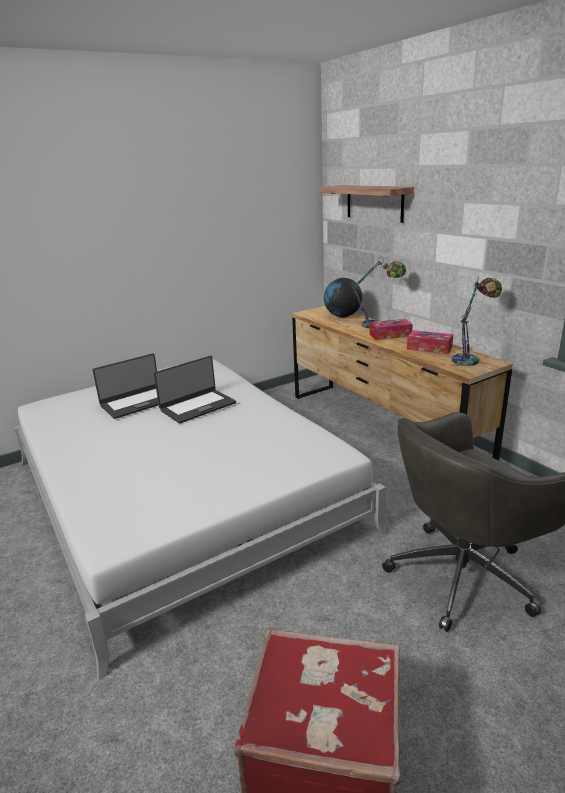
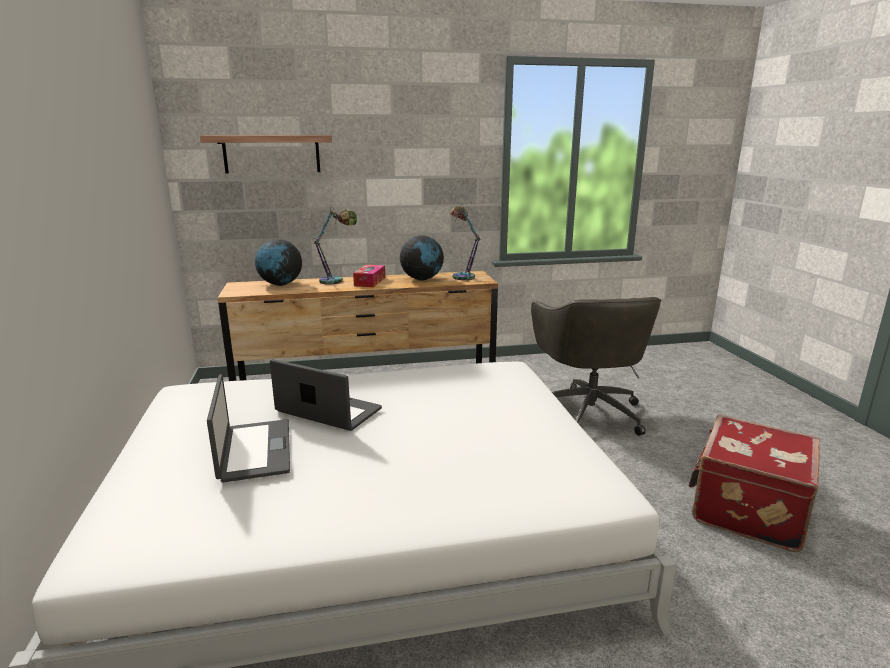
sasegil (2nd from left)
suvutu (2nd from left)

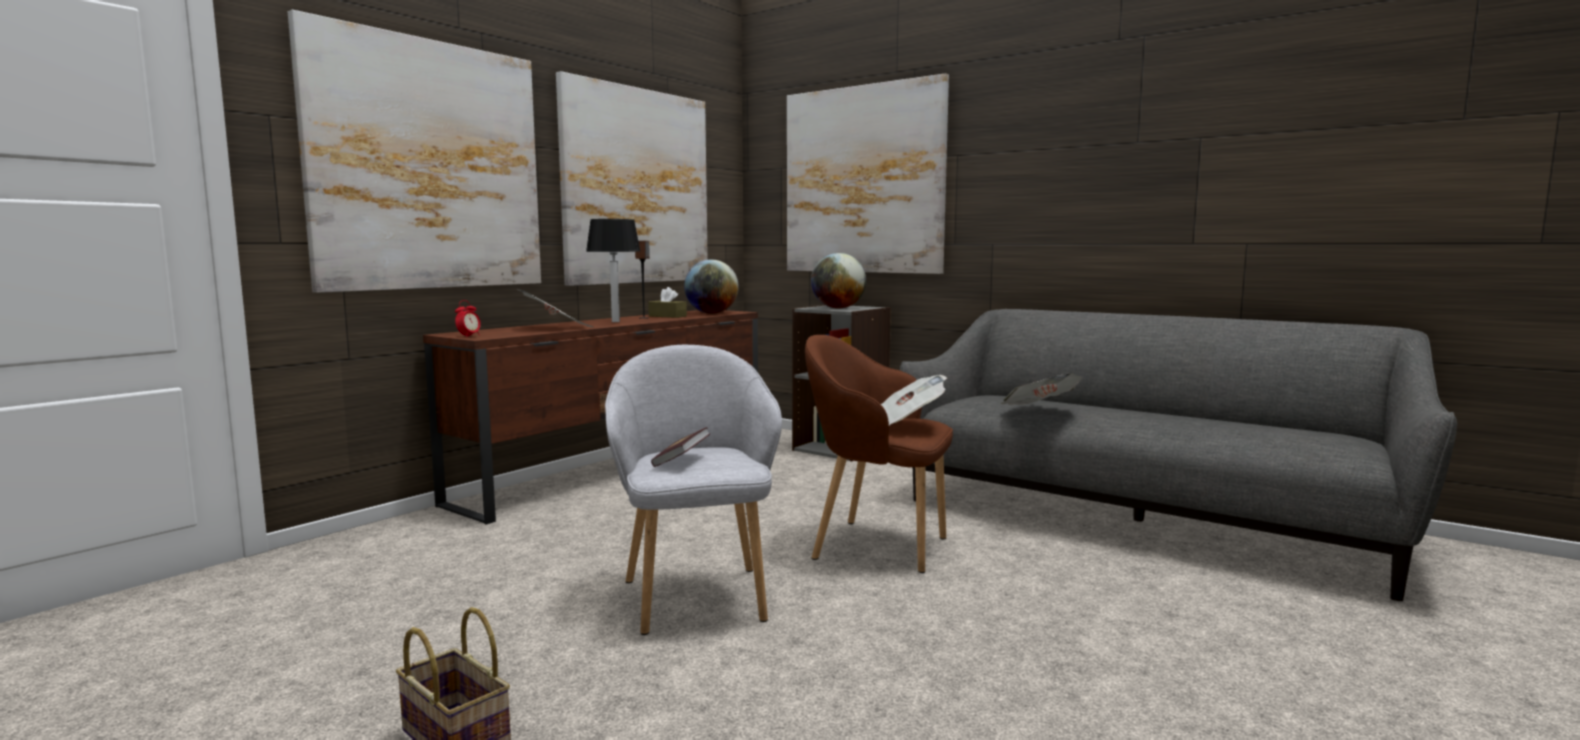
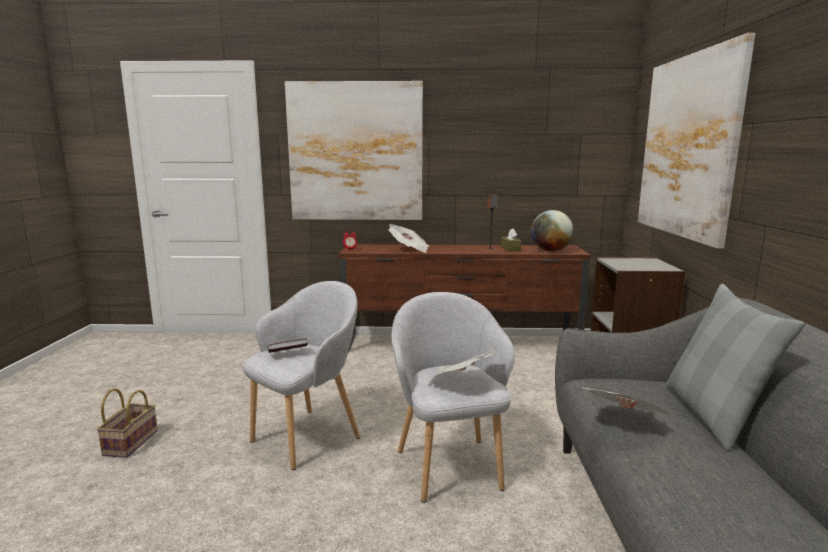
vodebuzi (2nd from left in the first image)
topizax
sasegil (2nd from left in the first image)
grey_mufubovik (2nd from left)
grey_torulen

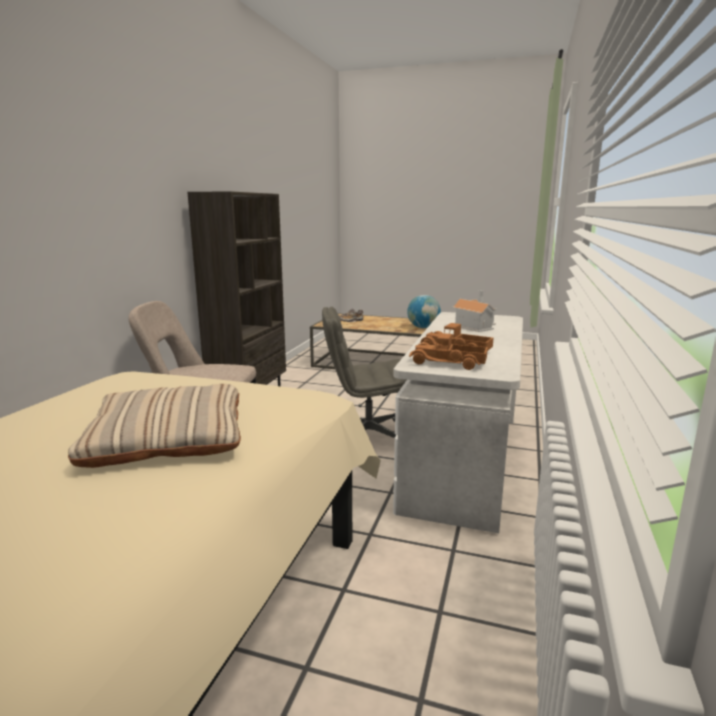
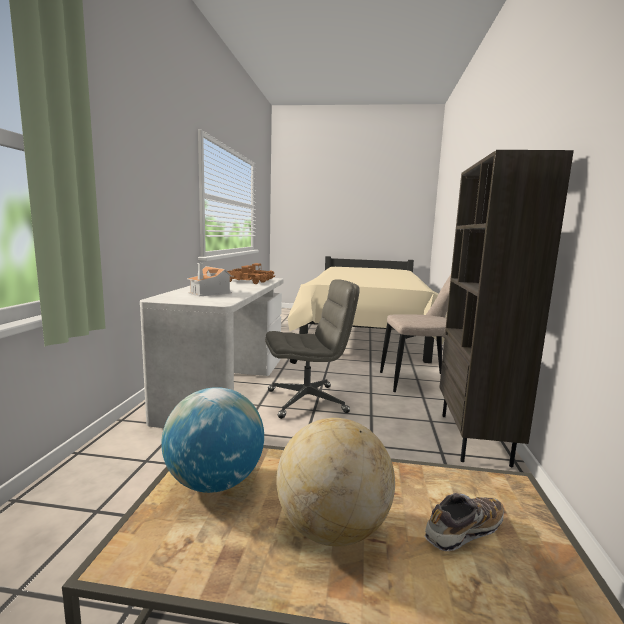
beige_torulen
sasegil (2nd from left)

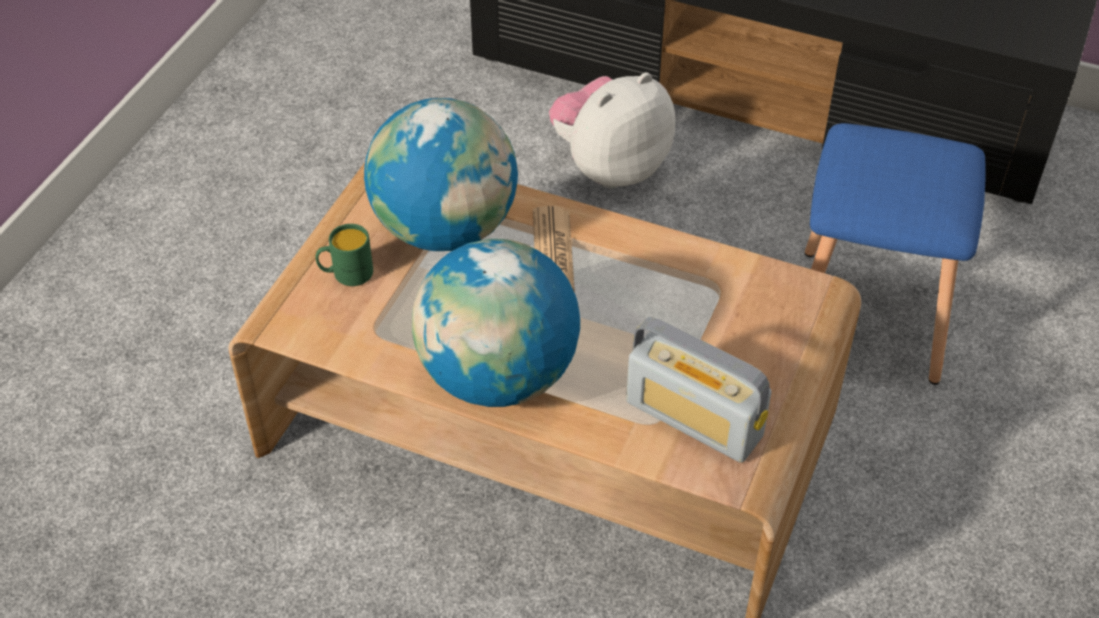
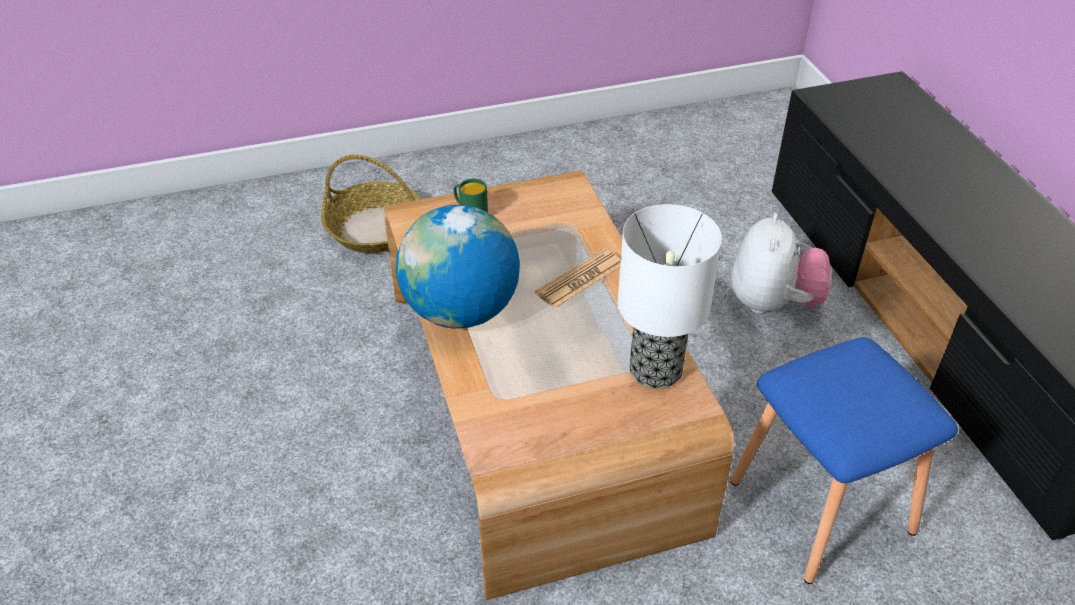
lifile
sasegil (1st from left in the first image)
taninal
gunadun
topizax

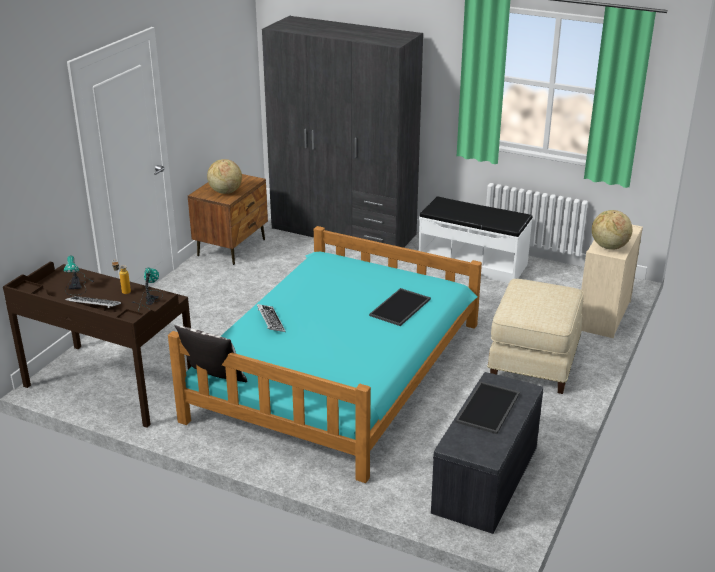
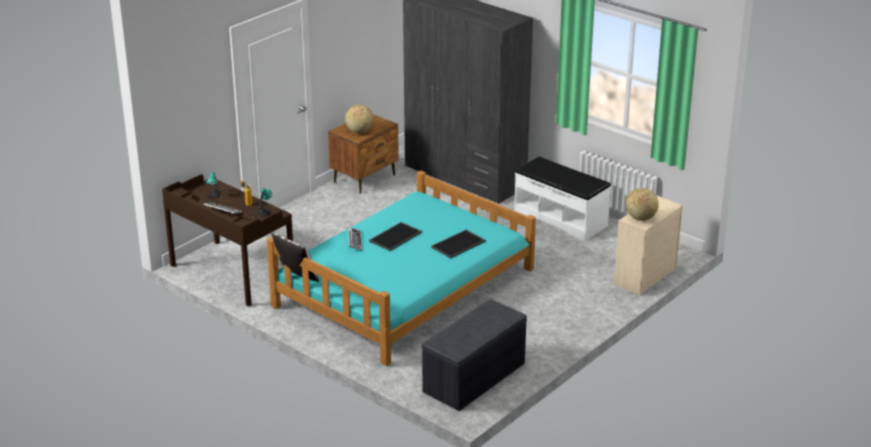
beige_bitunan
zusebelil (1st from left)

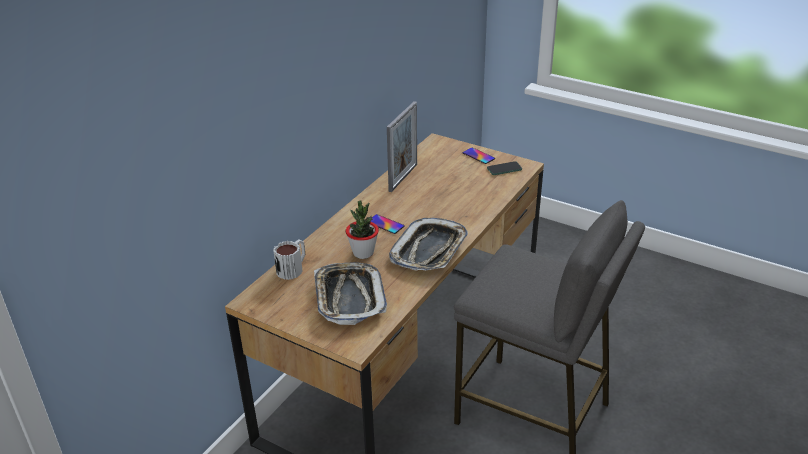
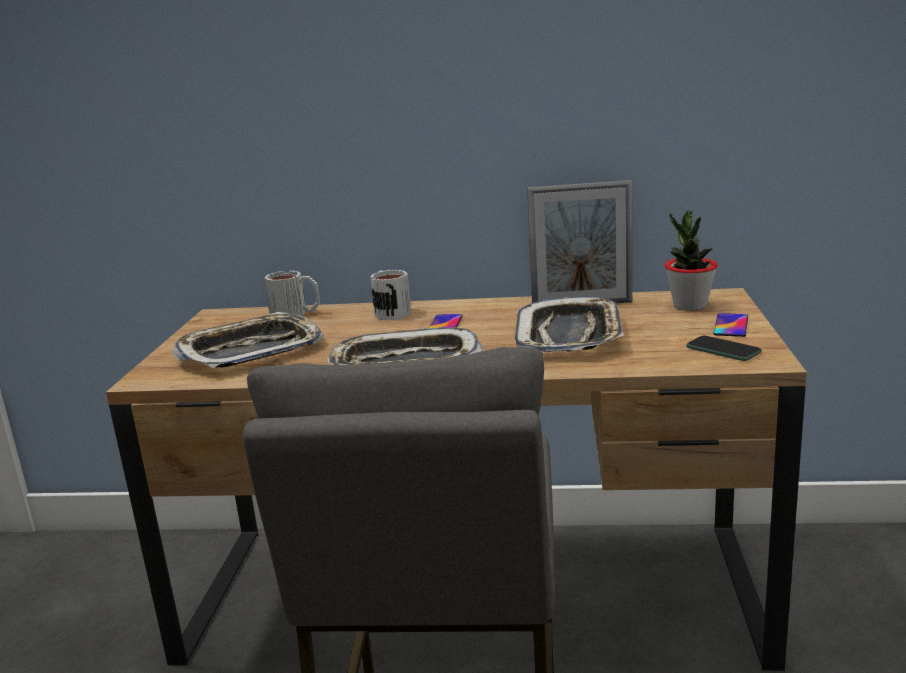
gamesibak
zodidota (2nd from left)
zusebelil (3rd from left)

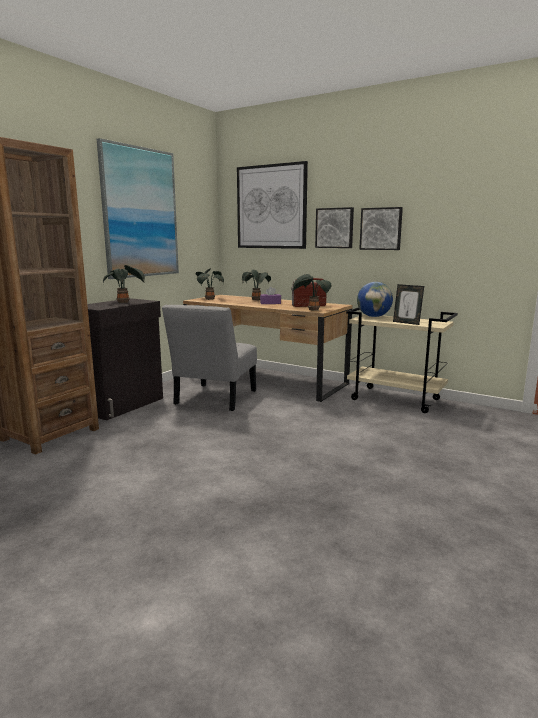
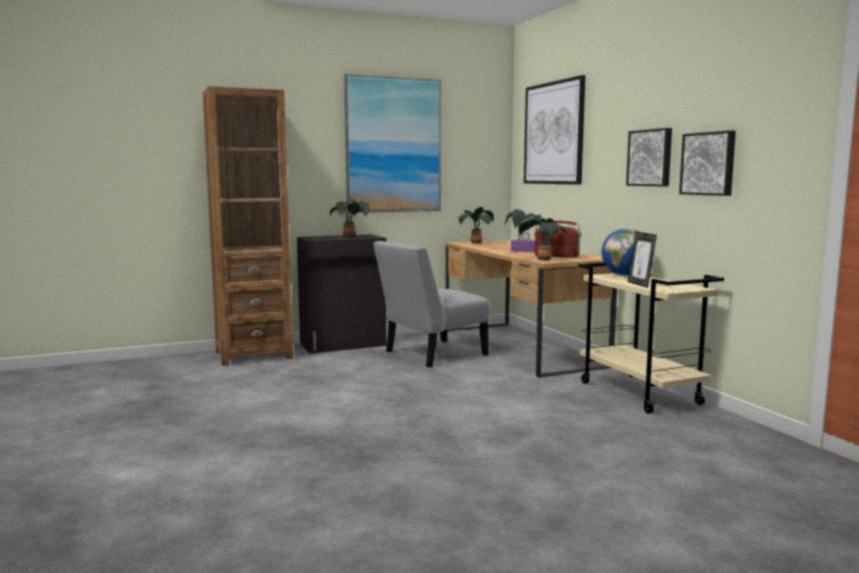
vodebuzi (4th from left)

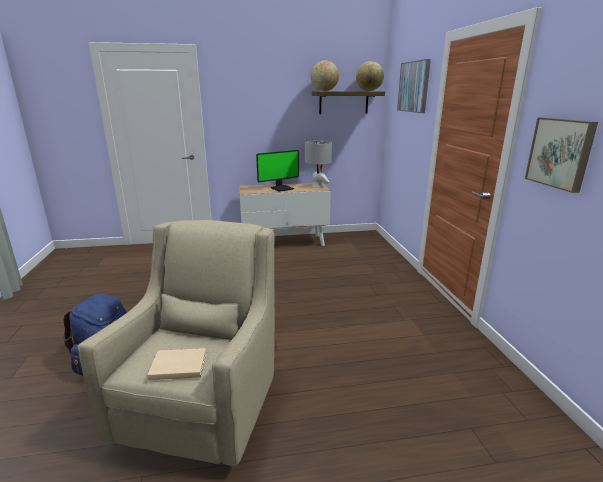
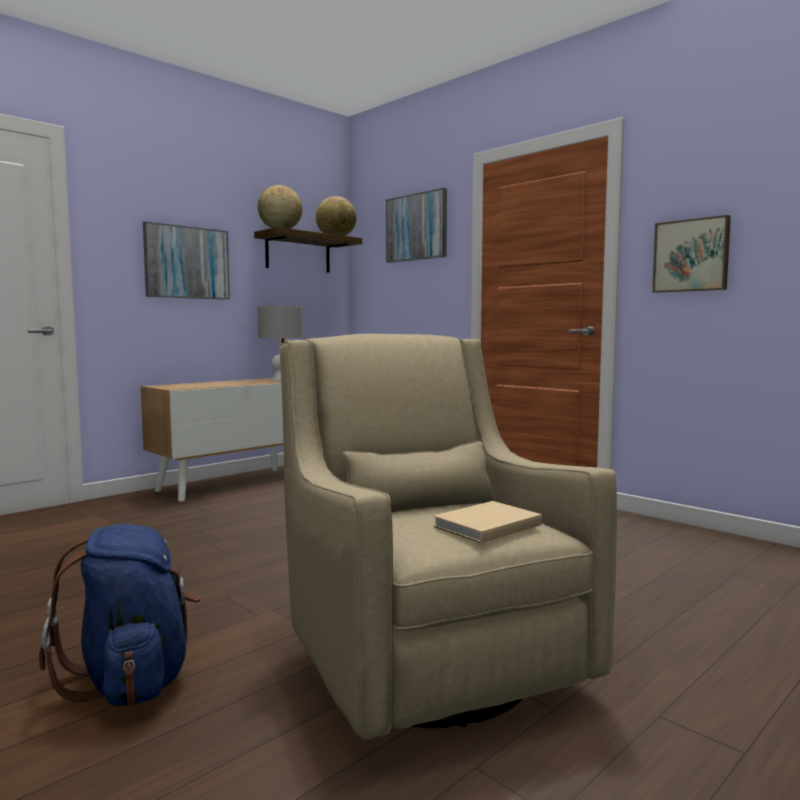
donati
vodebuzi (1st from left)

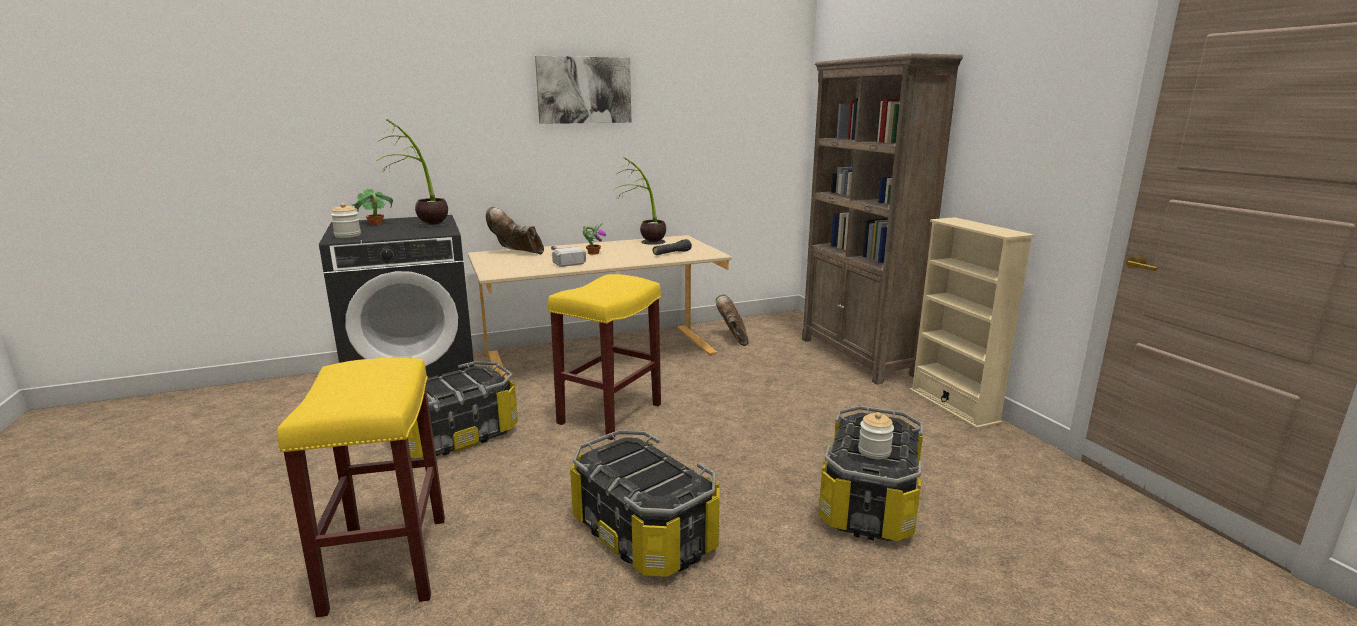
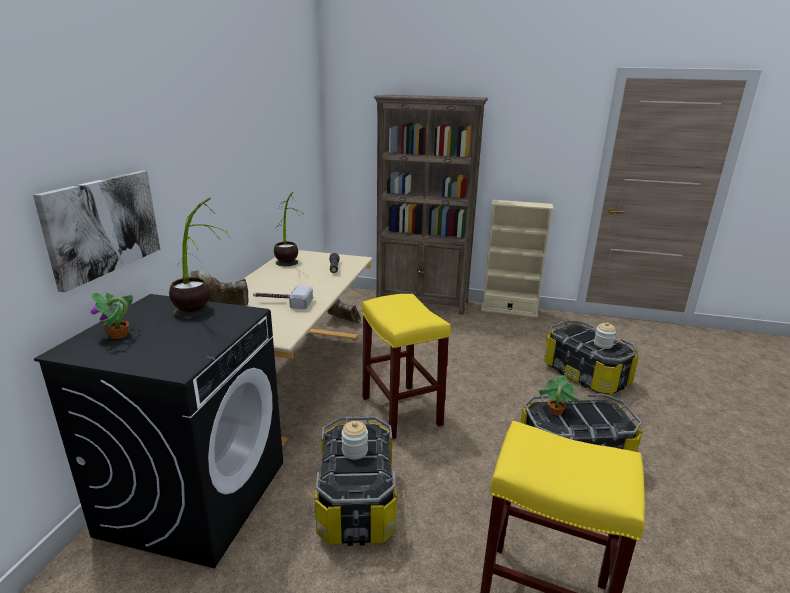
vodebuzi
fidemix (1st from left)
gamesibak (4th from left)

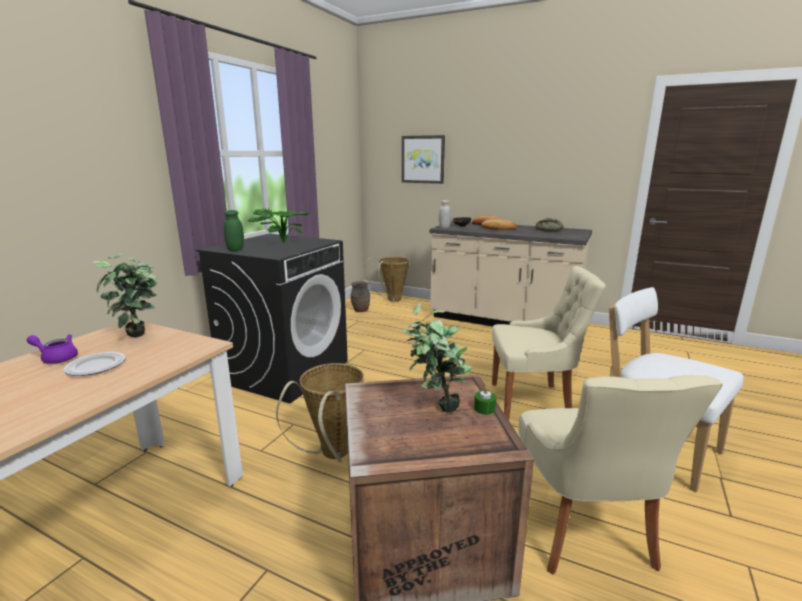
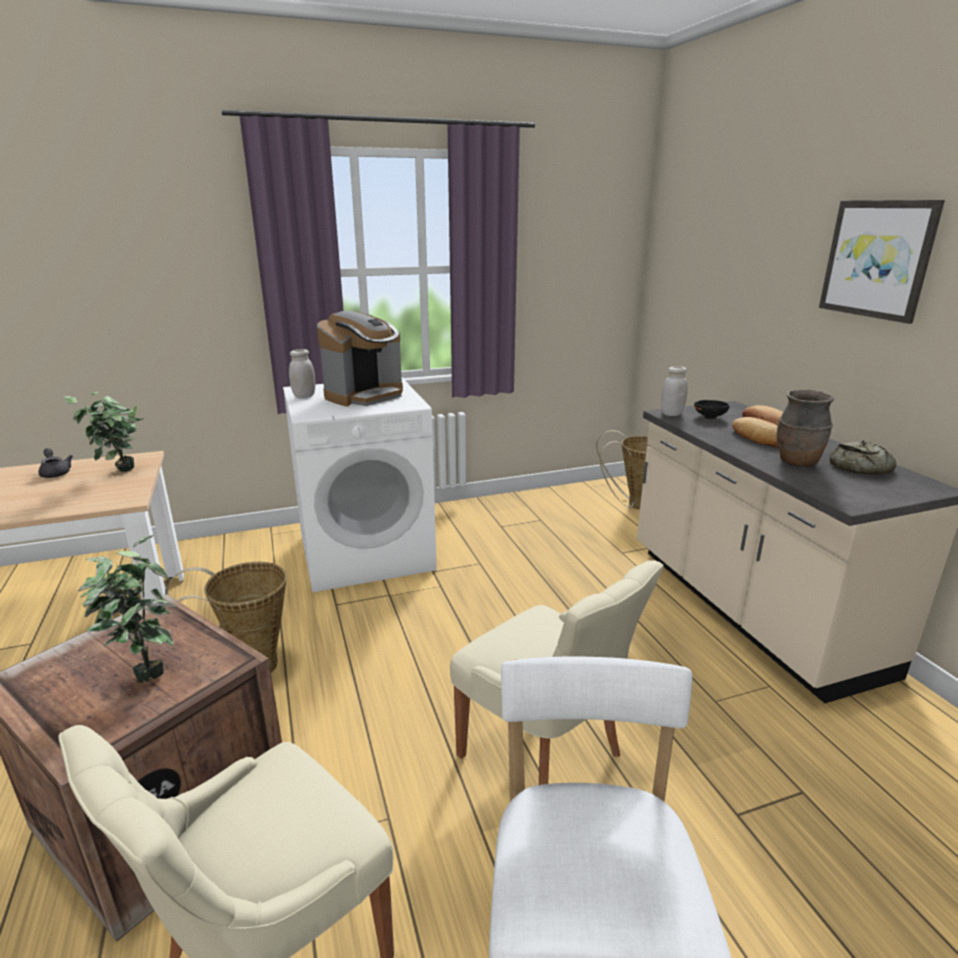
vodebuzi
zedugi
white_fidemix (1st from left)
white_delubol
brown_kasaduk
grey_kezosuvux
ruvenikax
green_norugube

